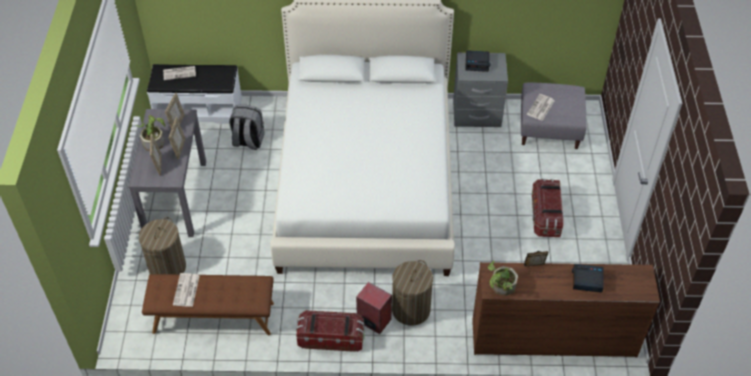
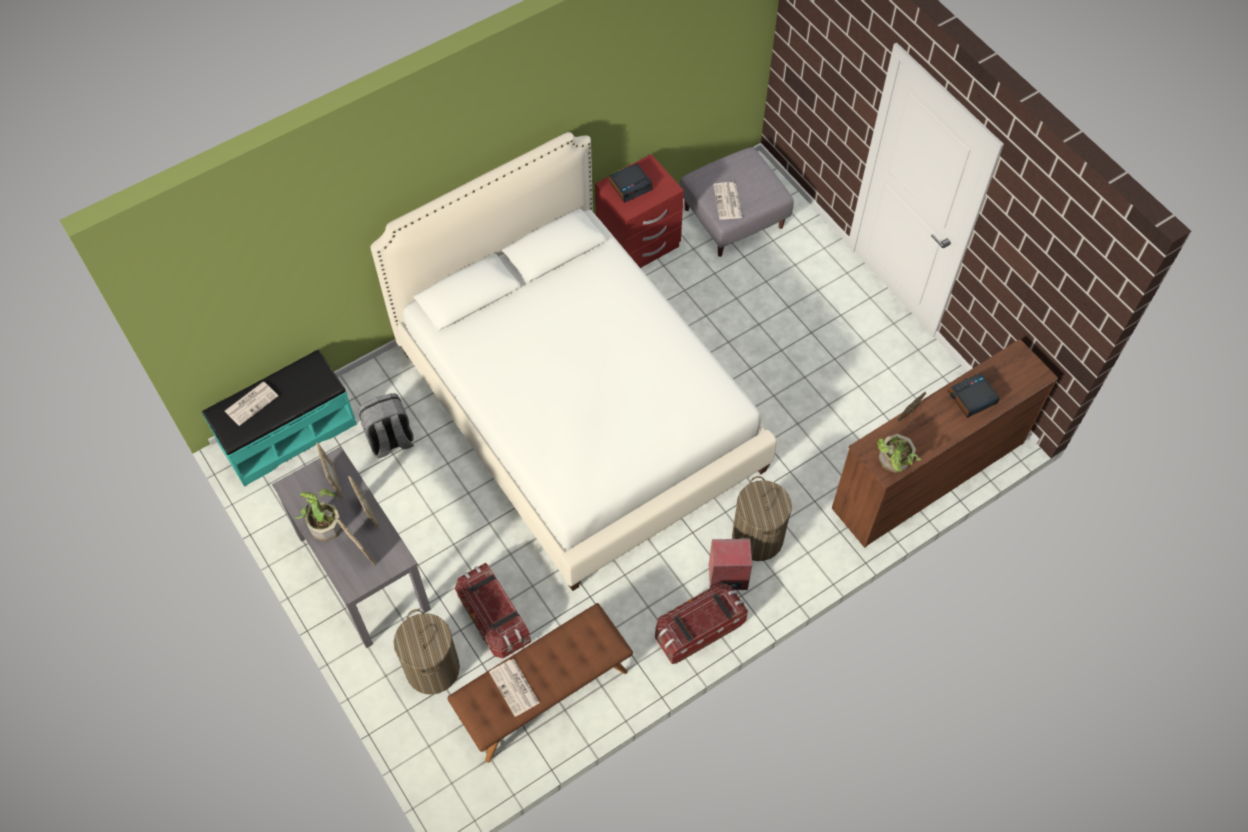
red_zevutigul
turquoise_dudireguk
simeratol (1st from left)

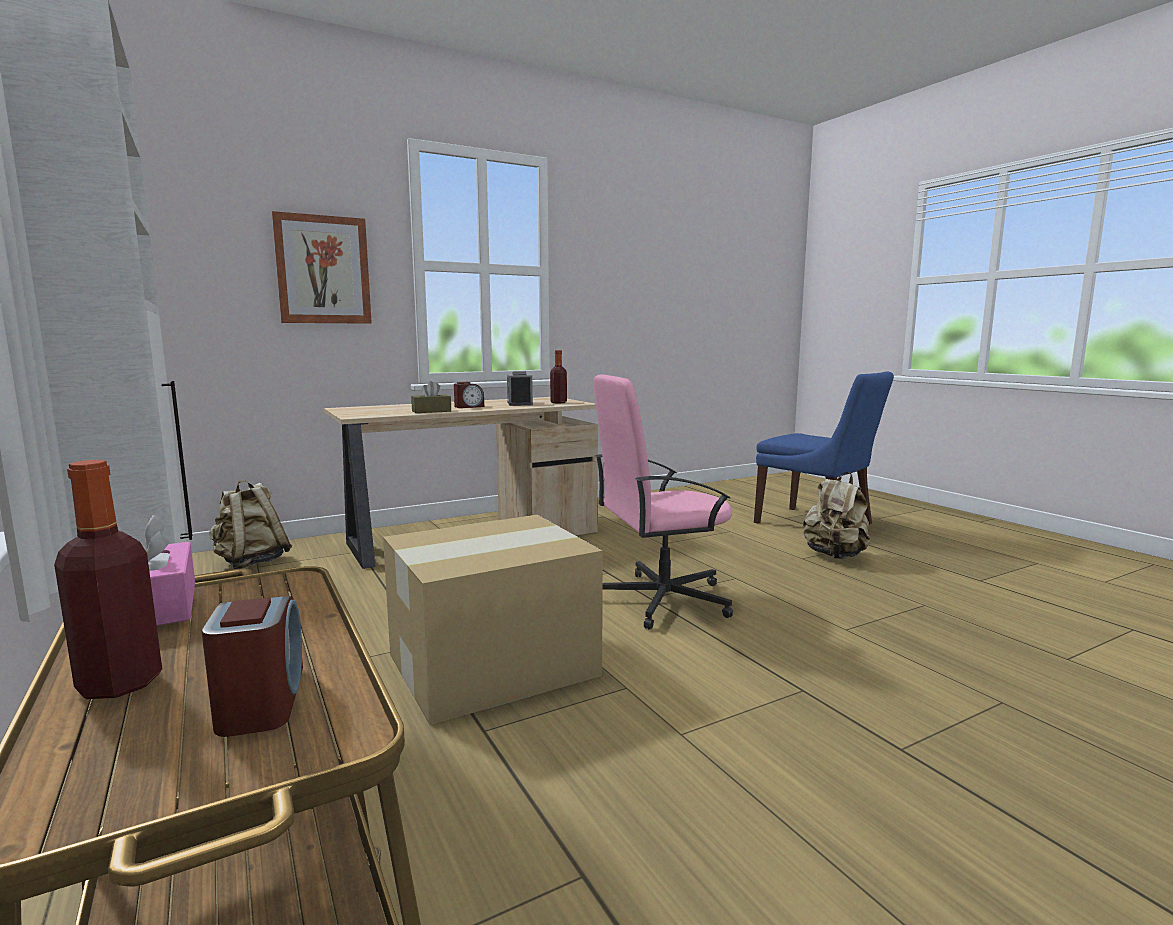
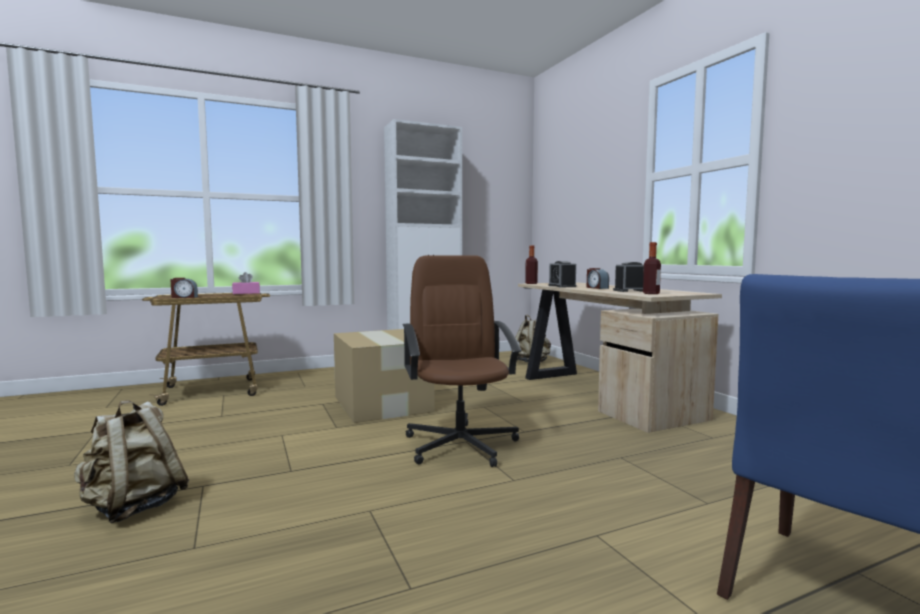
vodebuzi
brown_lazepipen
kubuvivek (2nd from left)
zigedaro (1st from left)
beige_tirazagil (1st from left)

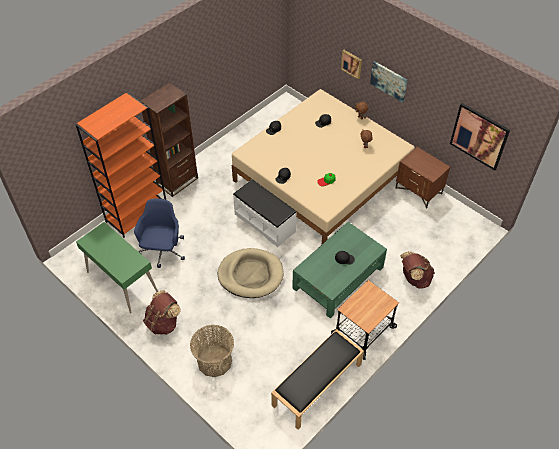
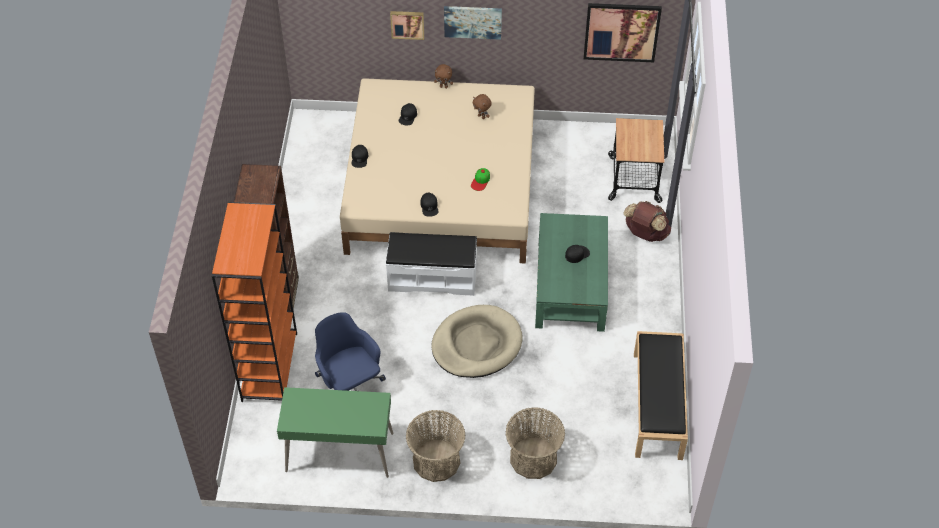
brown_zevutigul
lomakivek
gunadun (1st from left)

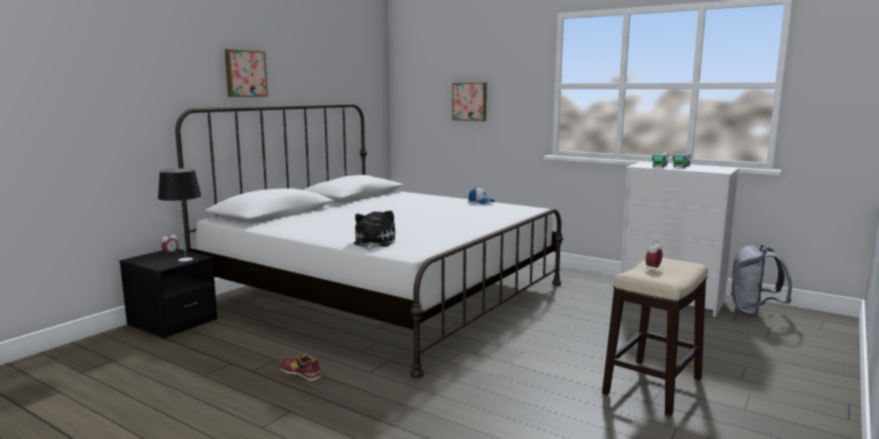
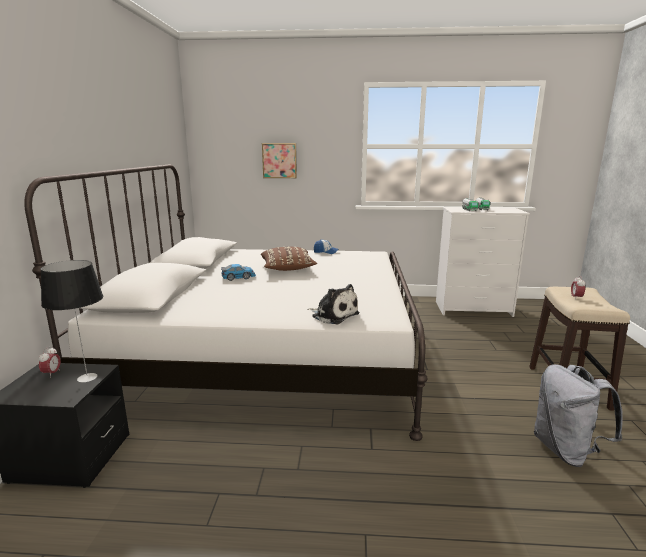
vodebuzi (1st from left in the first image)
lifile
grey_tirazagil
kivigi
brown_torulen
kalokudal

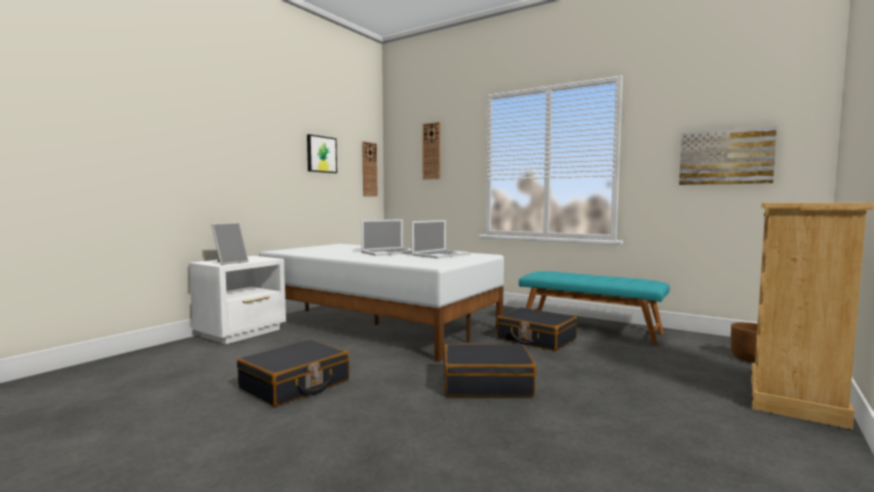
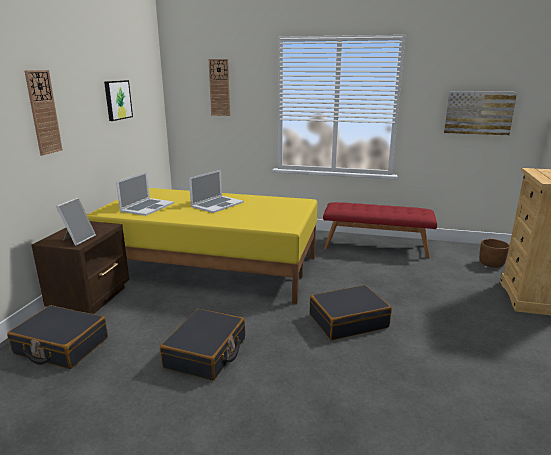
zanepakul (1st from left)
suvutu (1st from left)
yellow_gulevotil
brown_zevutigul
red_dudireguk
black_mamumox (1st from left)

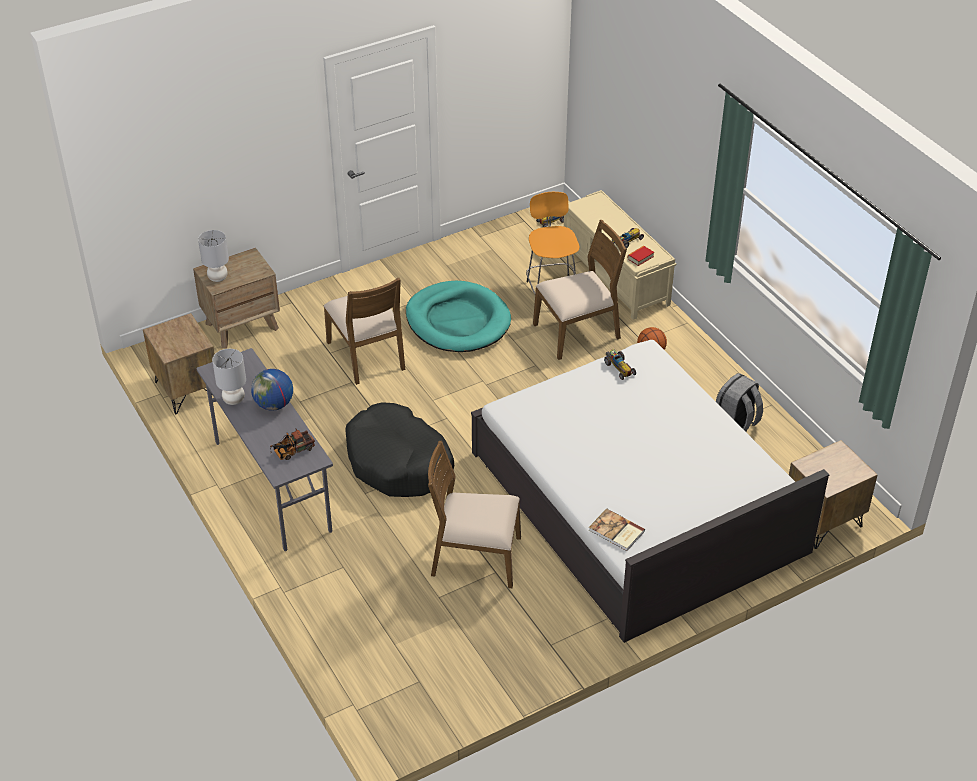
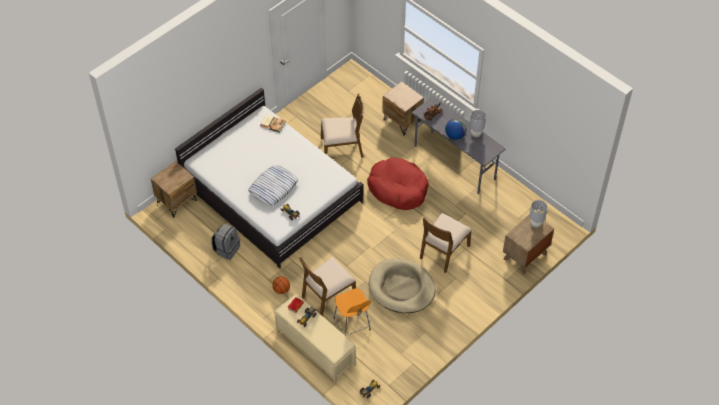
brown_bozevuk (3rd from left)
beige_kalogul
brown_zevutigul (2nd from left)
red_kalogul
torulen

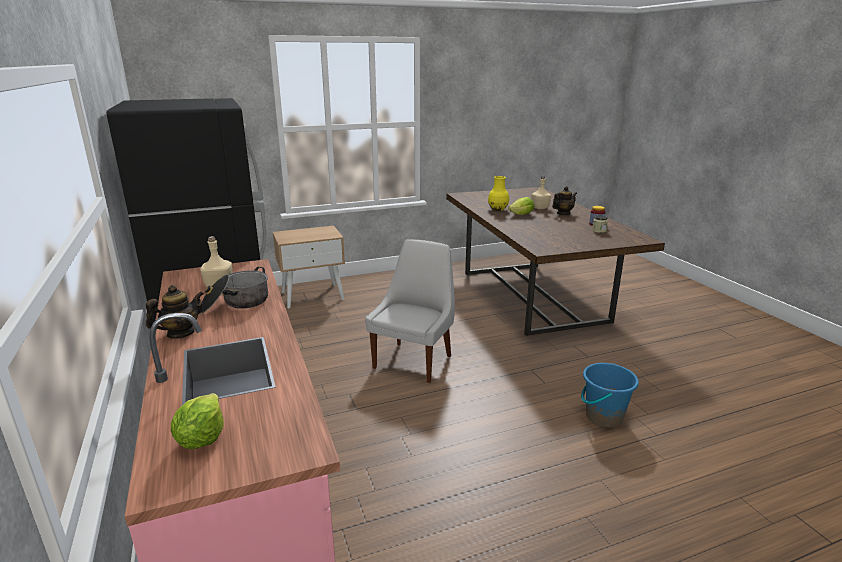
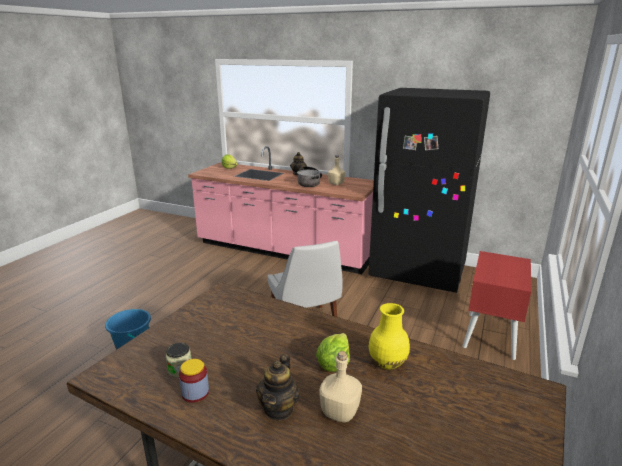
red_zevutigul

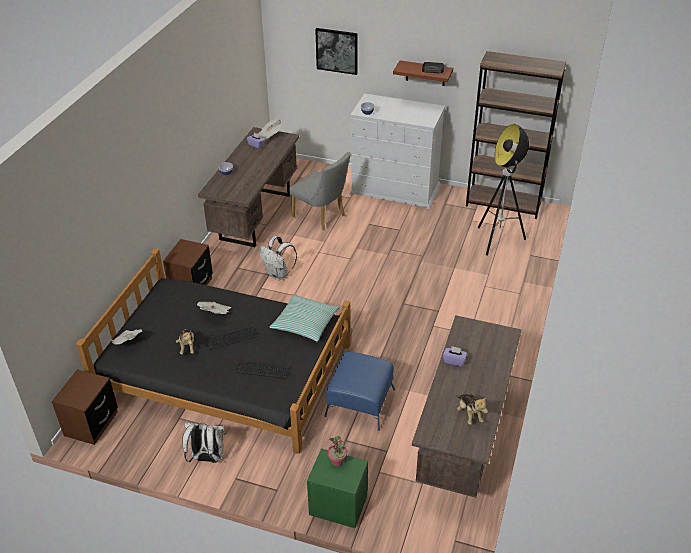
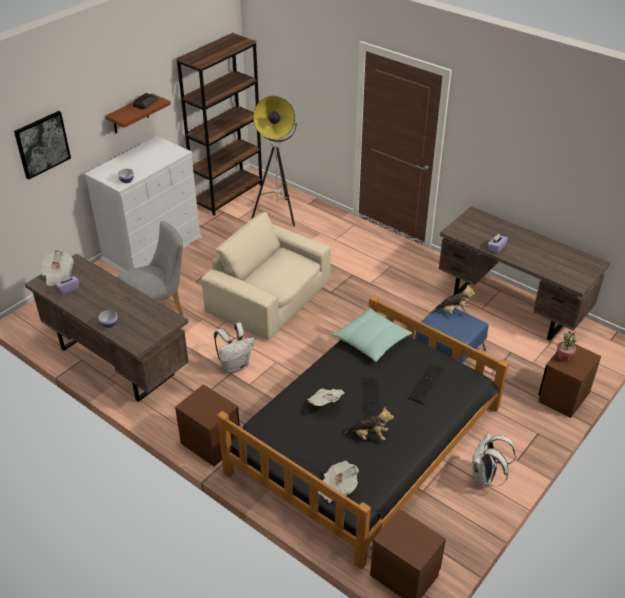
lifile (2nd from left)
brown_zevutigul (3rd from left)
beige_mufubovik

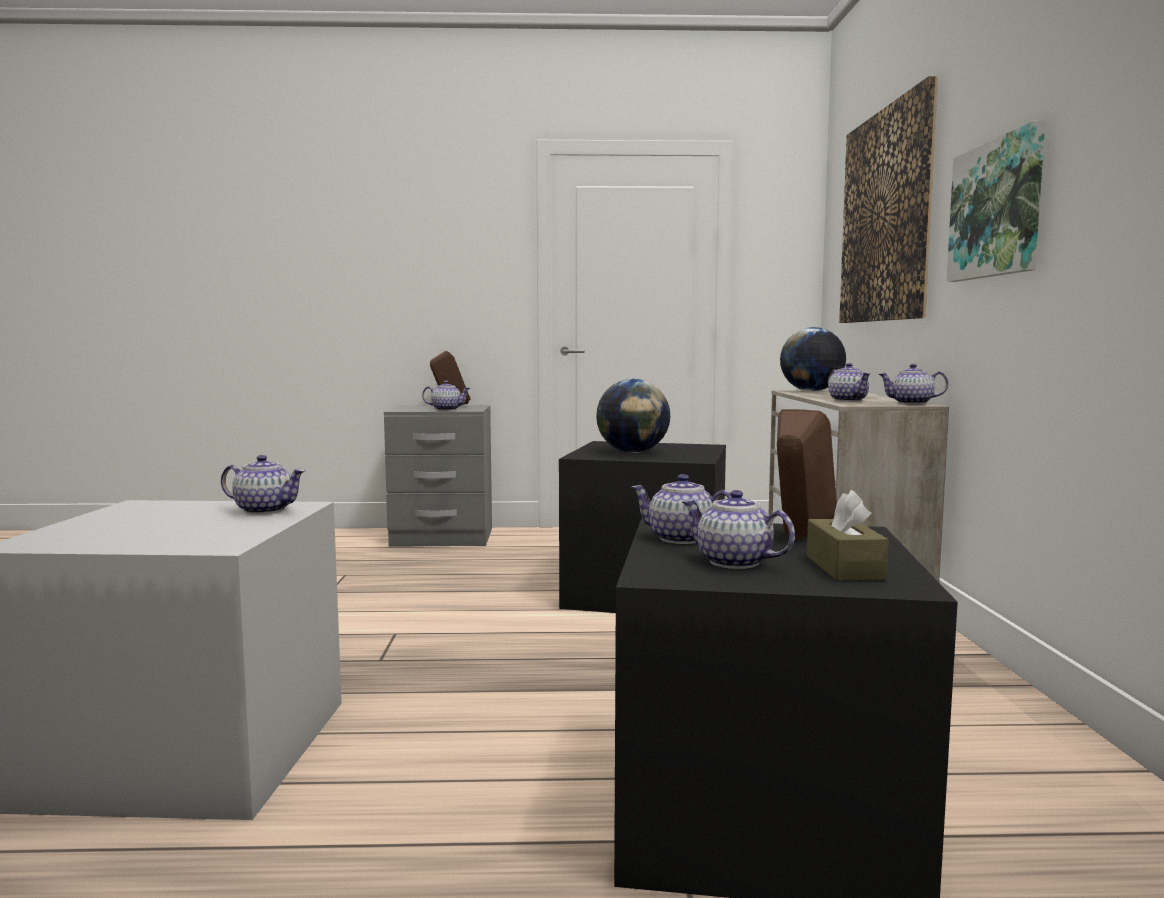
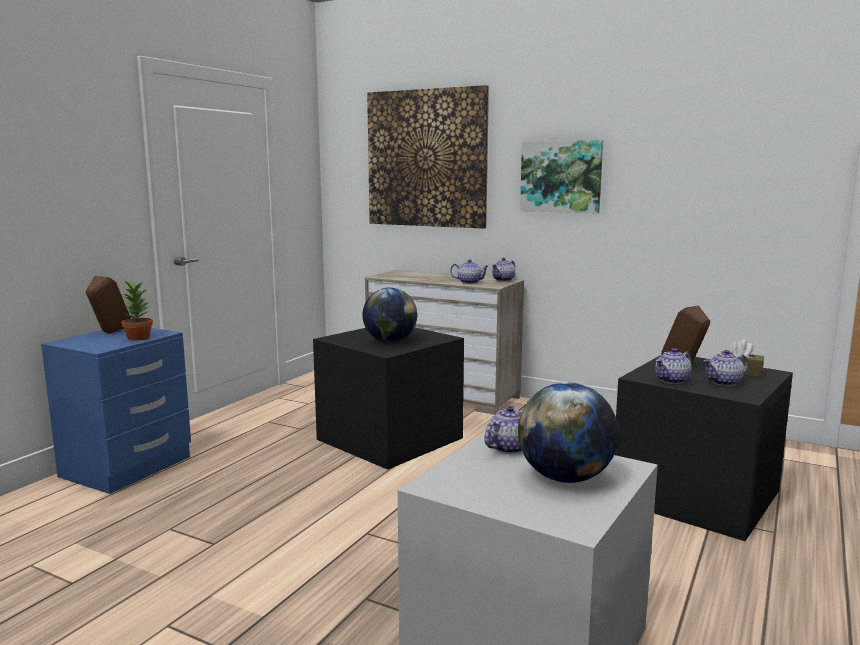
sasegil (2nd from left)
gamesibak
blue_zevutigul

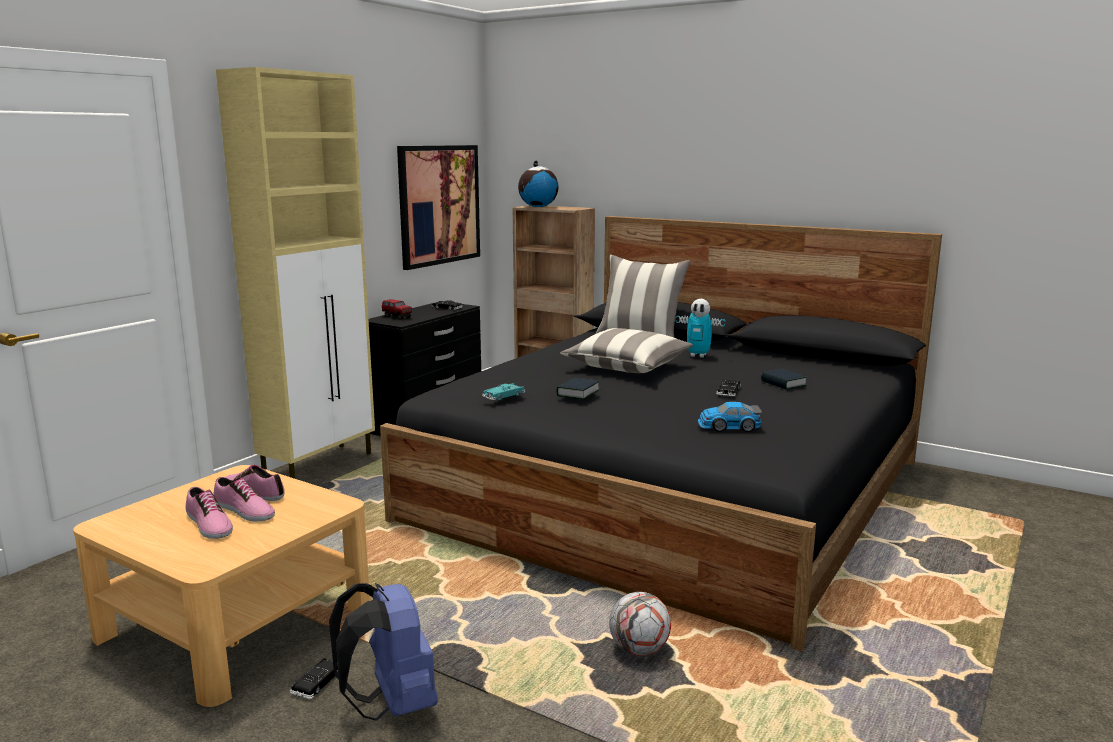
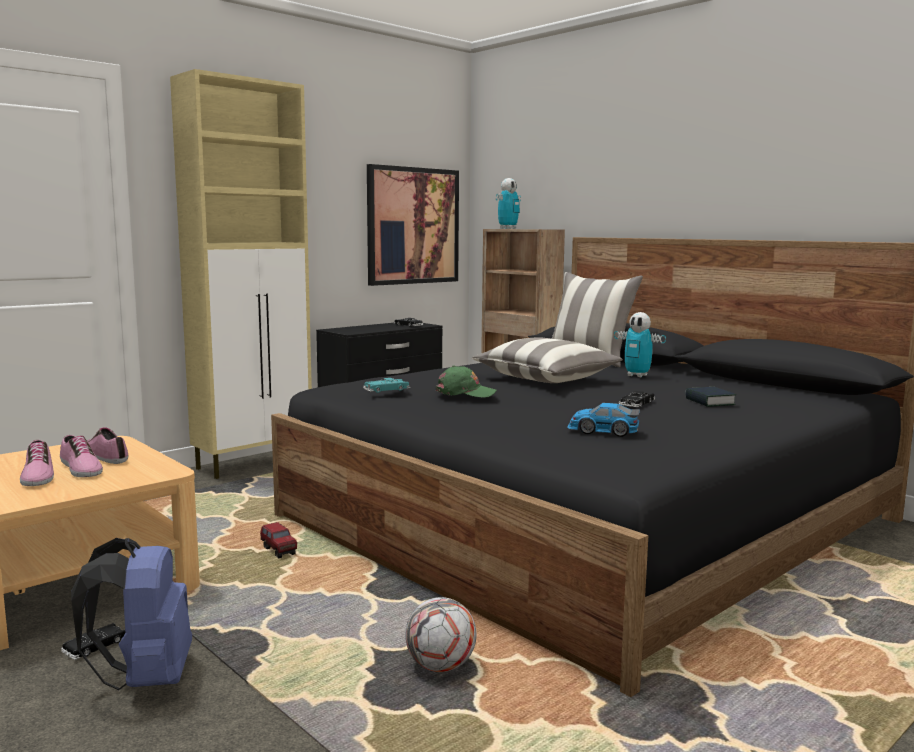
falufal (1st from left)
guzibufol
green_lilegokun

